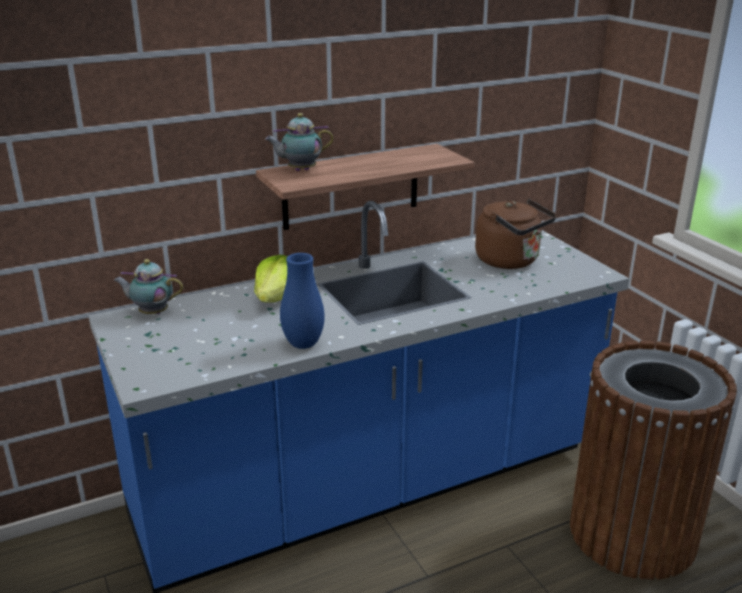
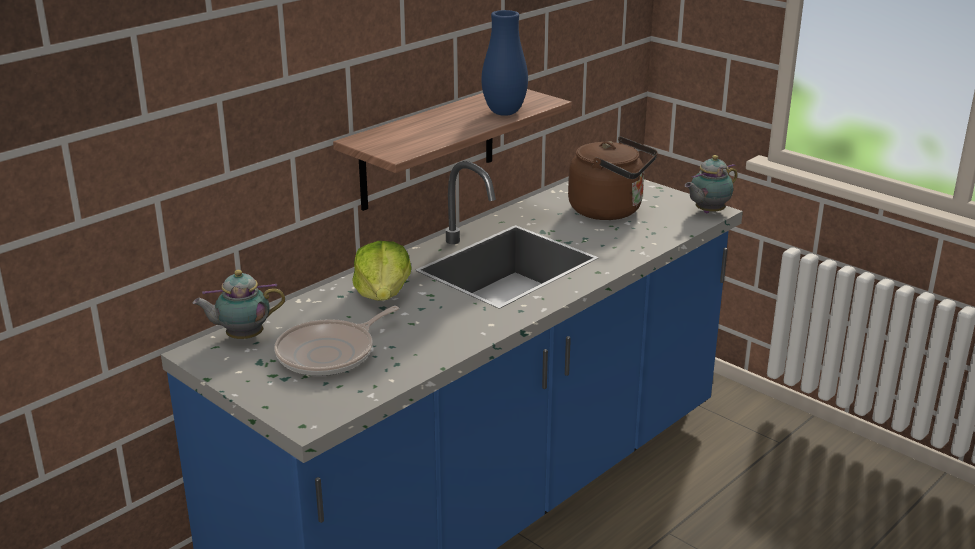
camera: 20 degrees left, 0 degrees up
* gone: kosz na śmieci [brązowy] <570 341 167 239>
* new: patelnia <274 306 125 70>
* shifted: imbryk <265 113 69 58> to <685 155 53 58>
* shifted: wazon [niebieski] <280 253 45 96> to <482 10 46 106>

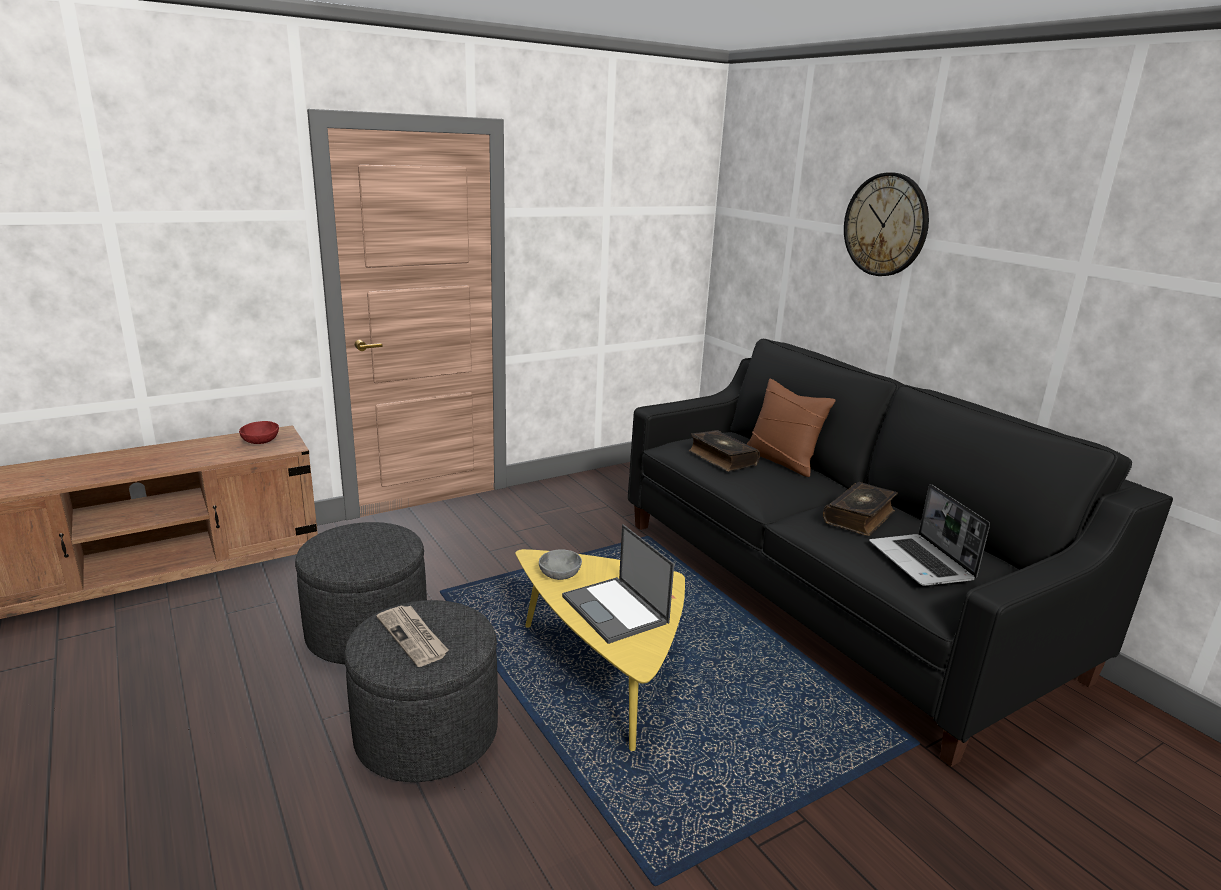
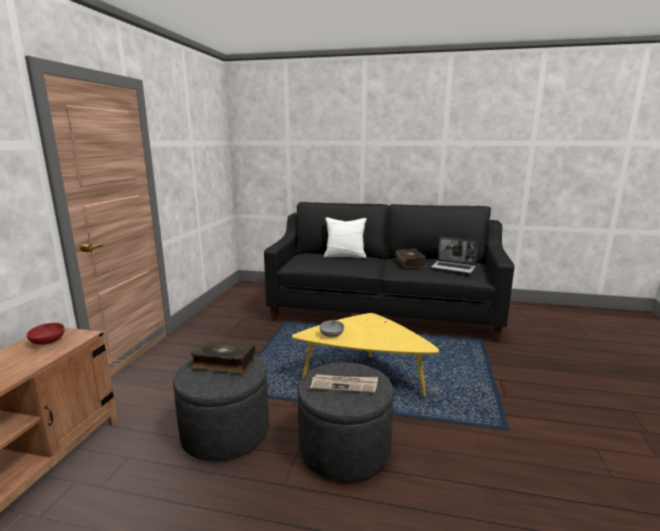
camera: 45 degrees left, 5 degrees down
* gone: laptop <562 524 112 120>
* gone: zegar ścienny <844 173 85 103>
* shifted: książka <689 430 71 42> to <191 341 64 33>
* repainted: poduszka [brązowy] <746 379 90 98> to poduszka [biały] <324 217 43 41>

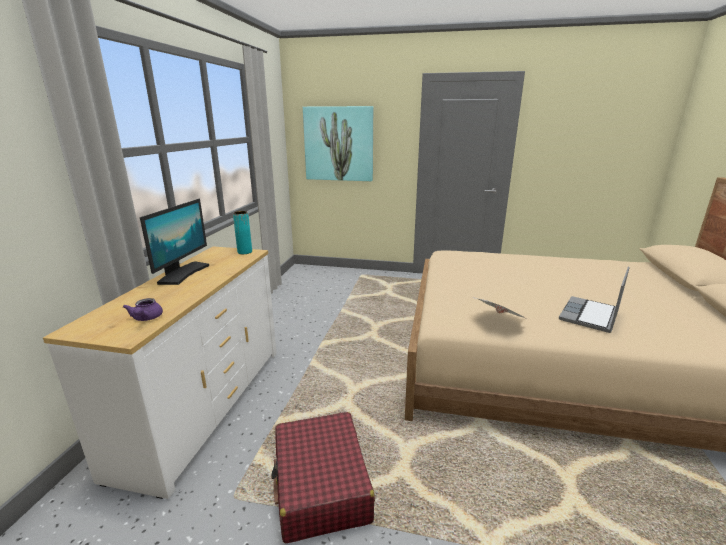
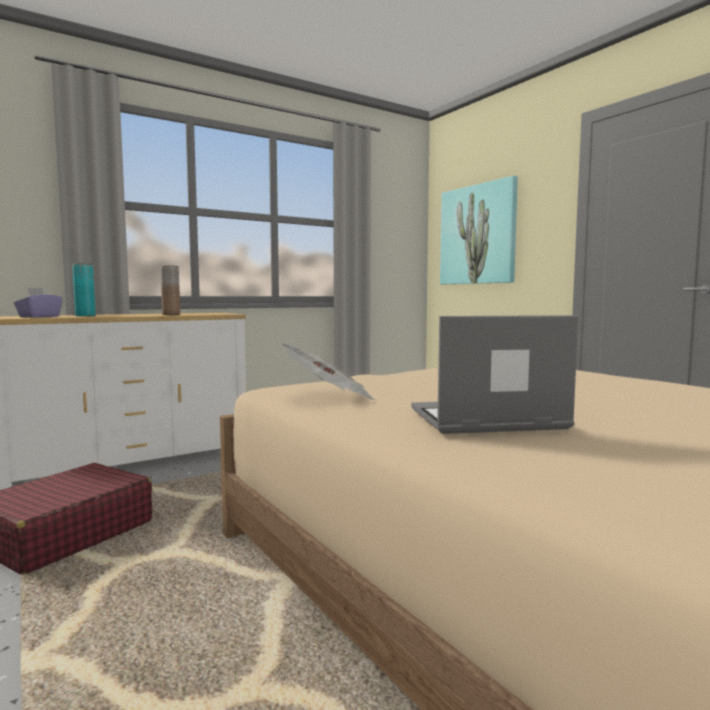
camera: 45 degrees right, 15 degrees down
* gone: monitor <140 199 69 86>
* new: wazon [brązowy] <160 266 20 49>
* shifted: wazon [turkusowy] <233 211 19 43> to <72 264 24 52>
* swapped: imbryk [fioletowy] <123 298 40 23> to pudełko chusteczek [fioletowy] <14 288 48 30>

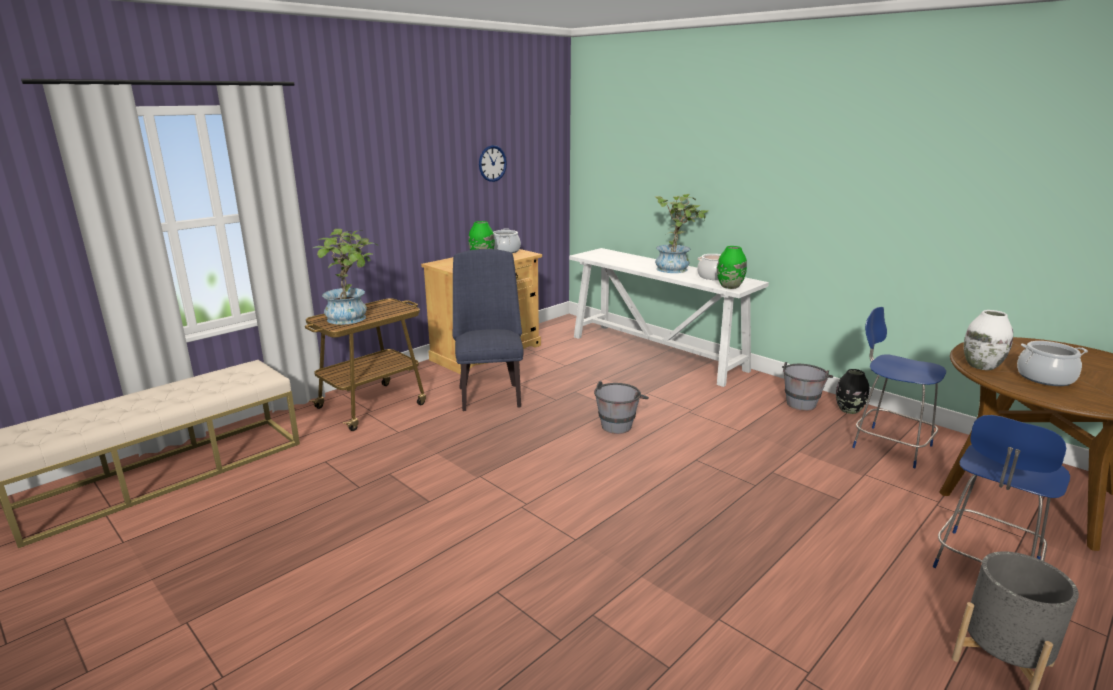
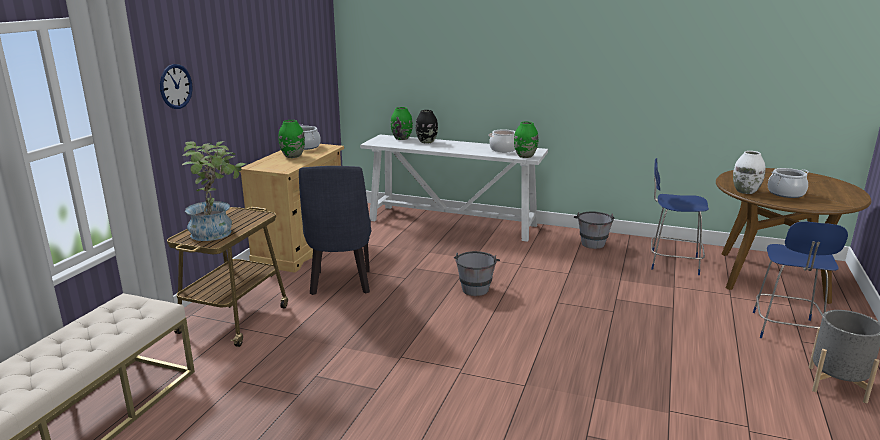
camera: 25 degrees left, 0 degrees up
* gone: roślina doniczkowa <654 194 55 79>
* new: wazon [zielony] <391 107 22 33>
* shifted: zegar ścienny <479 145 28 37> to <160 64 32 45>
* shifted: wazon [czarny] <836 369 33 45> to <415 110 23 33>
* rotated: krzesło [niebieski] <452 249 72 162> = <299 166 73 129> 150 degrees counterclockwise

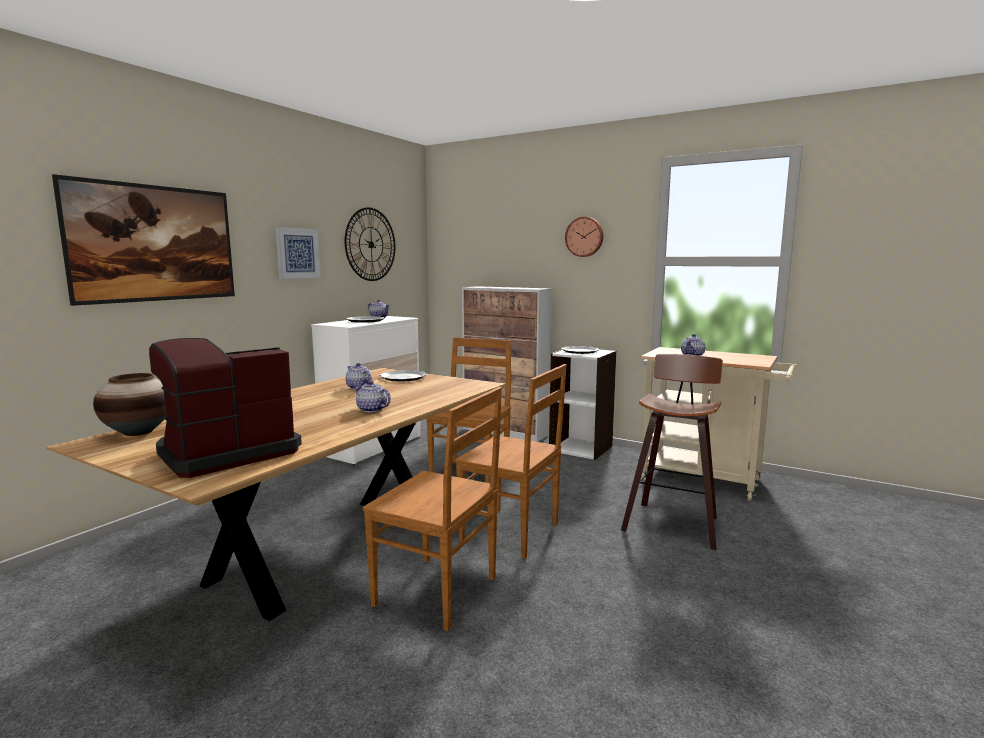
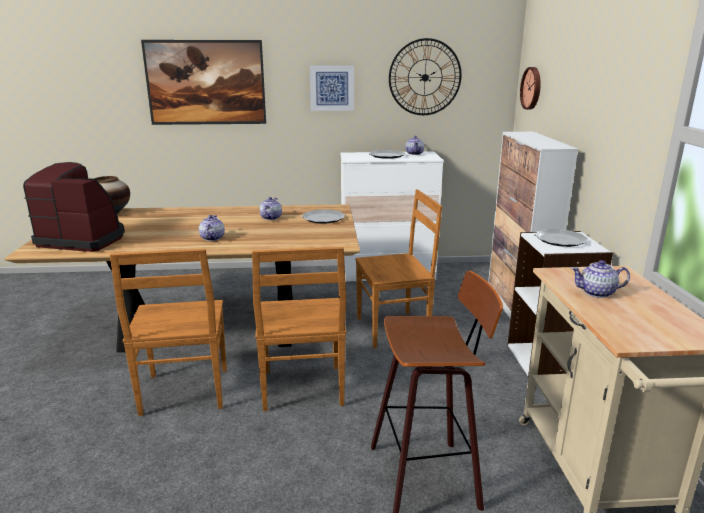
camera: 55 degrees right, 10 degrees up
* shifted: zegar ścienny <565 217 38 40> to <520 67 21 43>

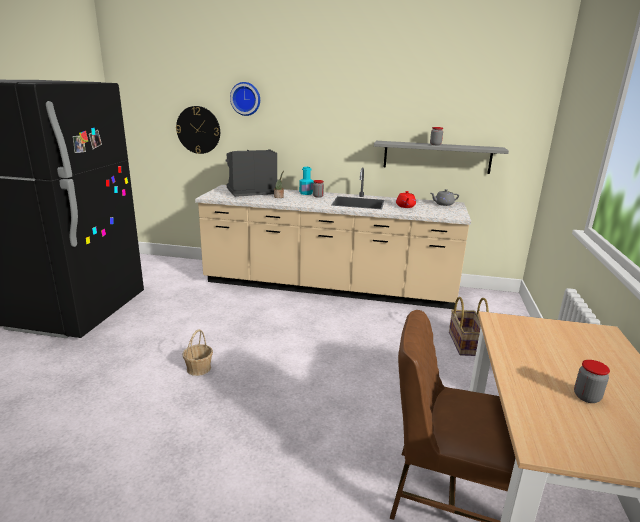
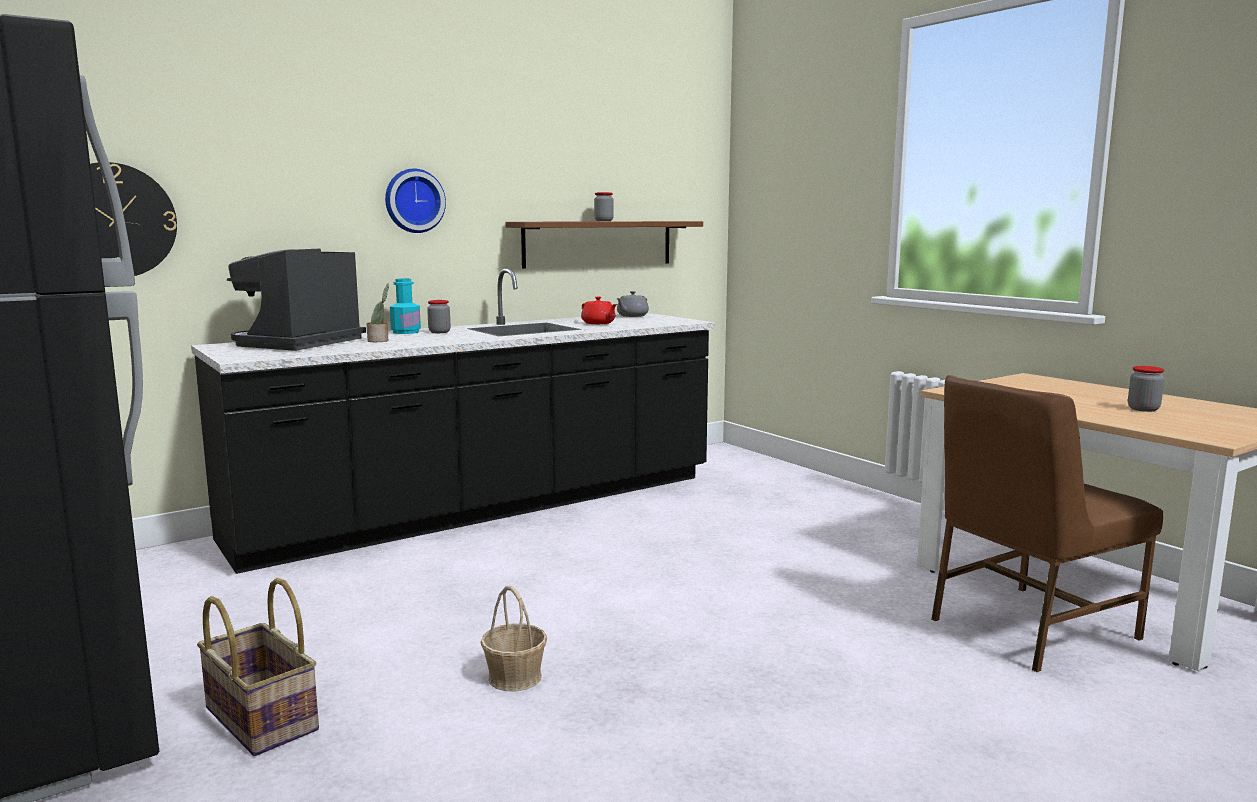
camera: 45 degrees left, 10 degrees down
* shifted: zegar ścienny <230 82 30 34> to <385 169 61 64>
* shifted: koszyk <449 297 40 59> to <197 578 122 178>
* repainted: zabudowa kuchenna [beżowy] <195 168 276 141> to zabudowa kuchenna [czarny] <191 268 524 306>
* repainted: półka [szary] <374 141 135 33> to półka [brązowy] <505 221 198 48>

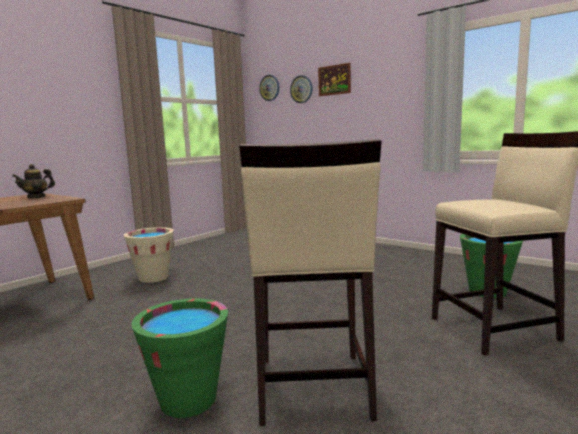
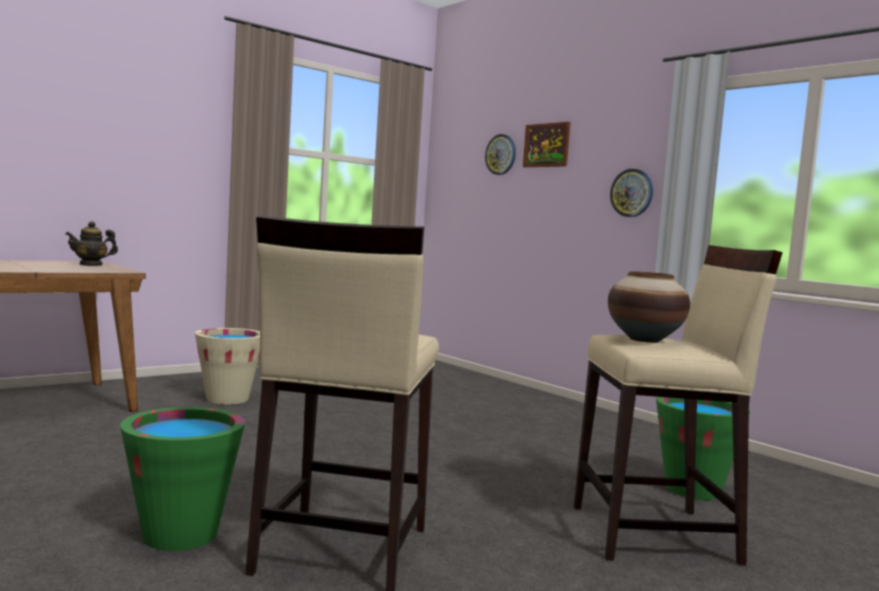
camera: 10 degrees right, 5 degrees down
* new: wazon <608 271 82 72>
* shifted: zegar ścienny <259 75 20 26> to <610 169 43 48>

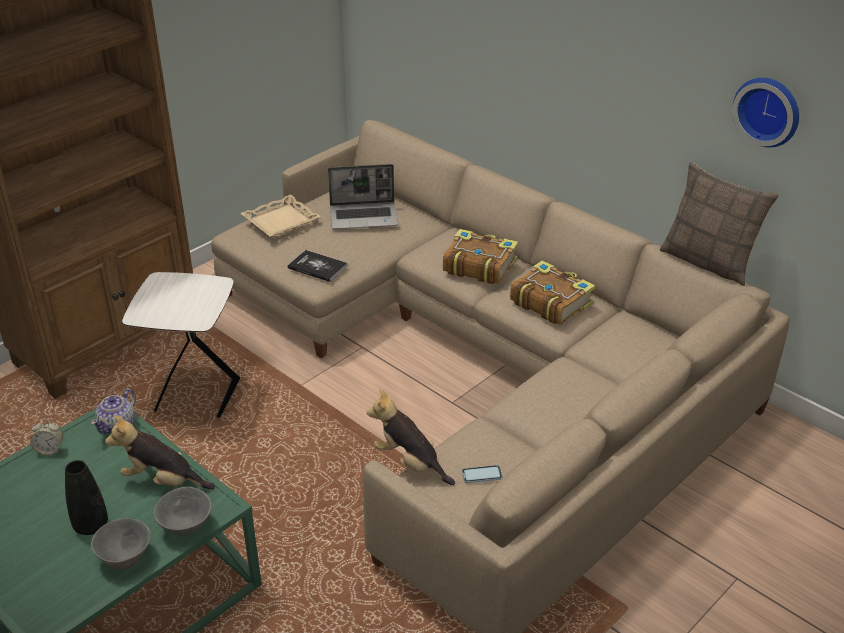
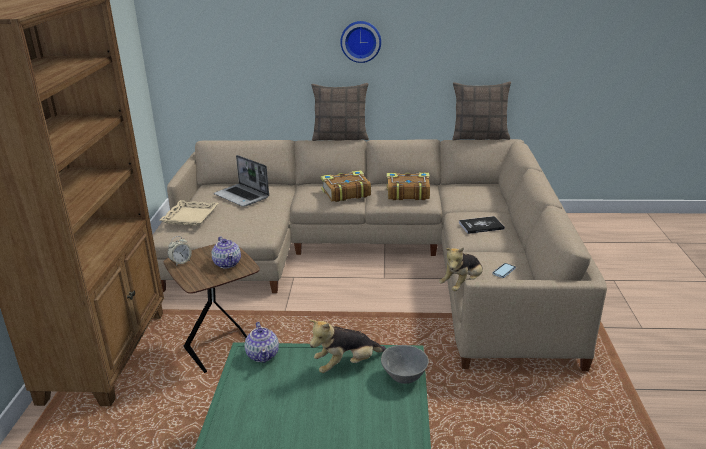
camera: 40 degrees left, 10 degrees down
* gone: wazon [czarny] <65 460 43 75>
* gone: miska [szary] <91 518 60 52>
* new: imbryk <212 237 29 31>
* new: poduszka <311 83 58 58>
* shifted: budzik <30 419 33 36> to <168 236 24 30>
* shifted: książka <288 250 59 32> to <459 216 46 18>
* shifted: zegar ścienny <732 78 67 69> to <341 21 40 42>
* repainted: stolik [biały] <122 272 118 146> to stolik [brązowy] <164 244 96 129>
* rotated: laptop <328 164 70 65> = <214 155 55 52> 90 degrees clockwise
* rotated: pluszak <367 389 88 96> = <439 247 44 44> 45 degrees counterclockwise

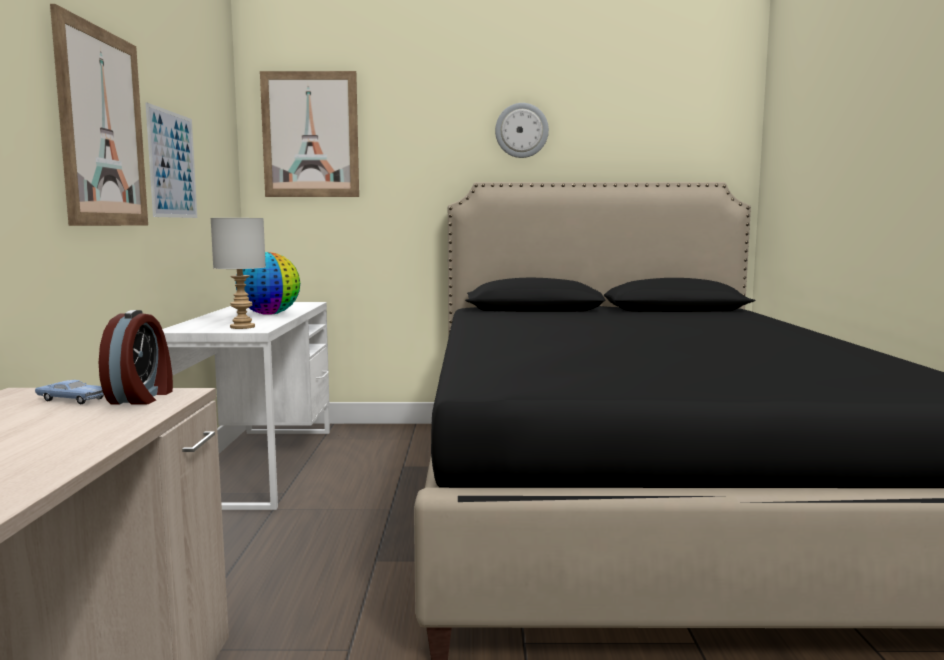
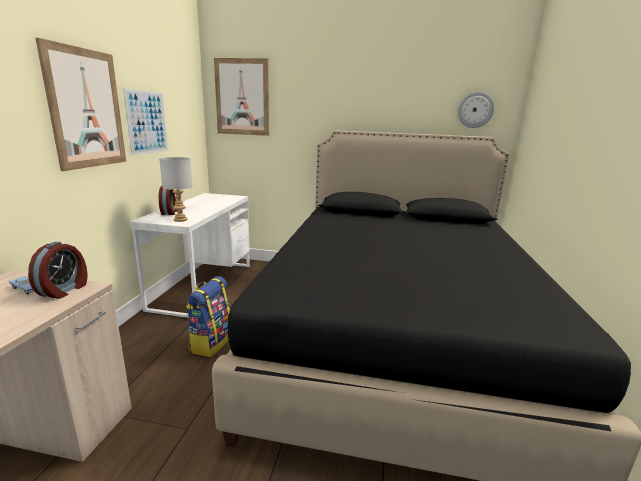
camera: 10 degrees right, 10 degrees up
* gone: globus <235 252 65 63>
* new: budzik <159 186 18 29>
* new: plecak <186 276 44 81>
* shifted: zegar ścienny <495 103 54 55> to <458 91 36 37>

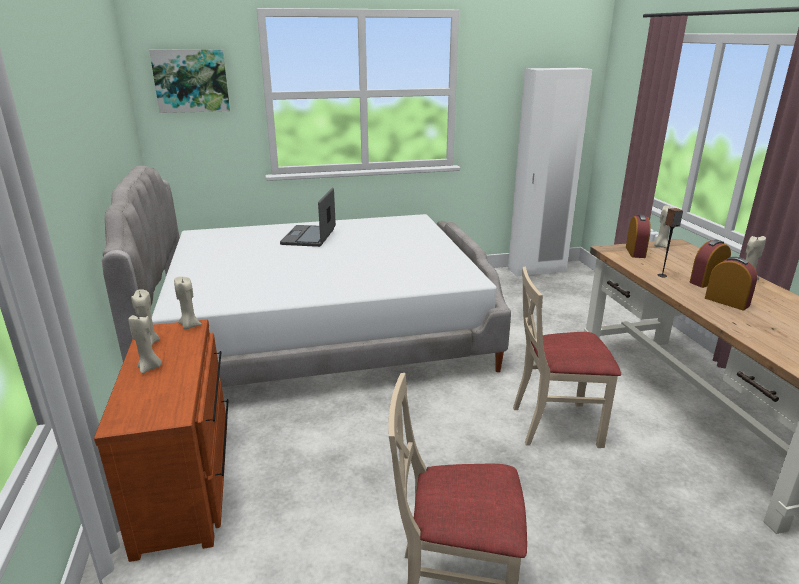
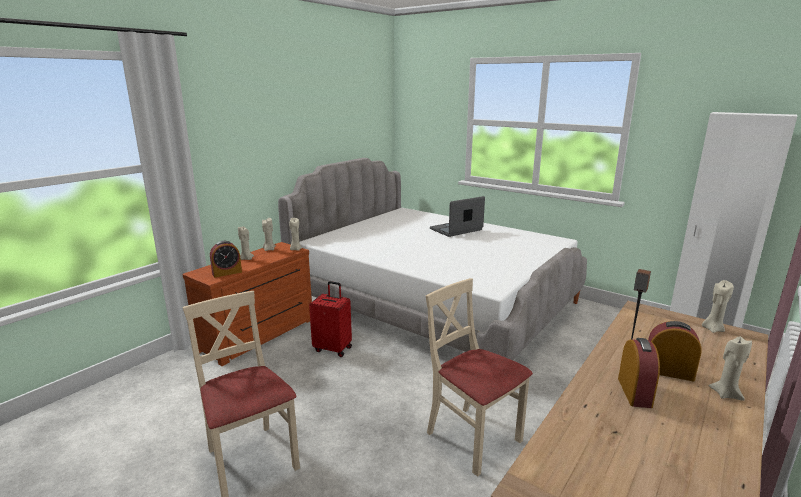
camera: 50 degrees right, 5 degrees down
* gone: obraz <149 49 81 64>
* new: walizka [czerwony] <309 281 43 76>
* shifted: budzik <626 215 25 43> to <210 241 32 37>

